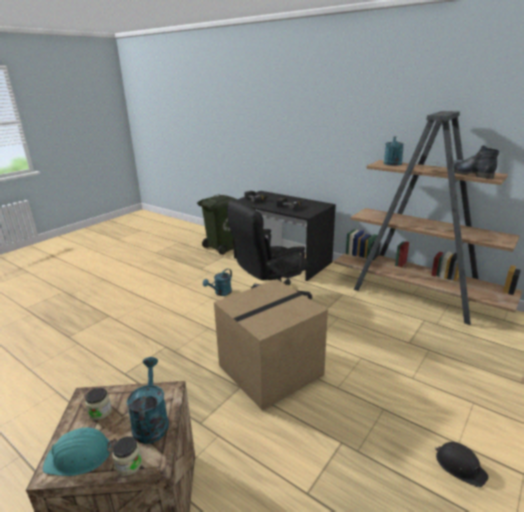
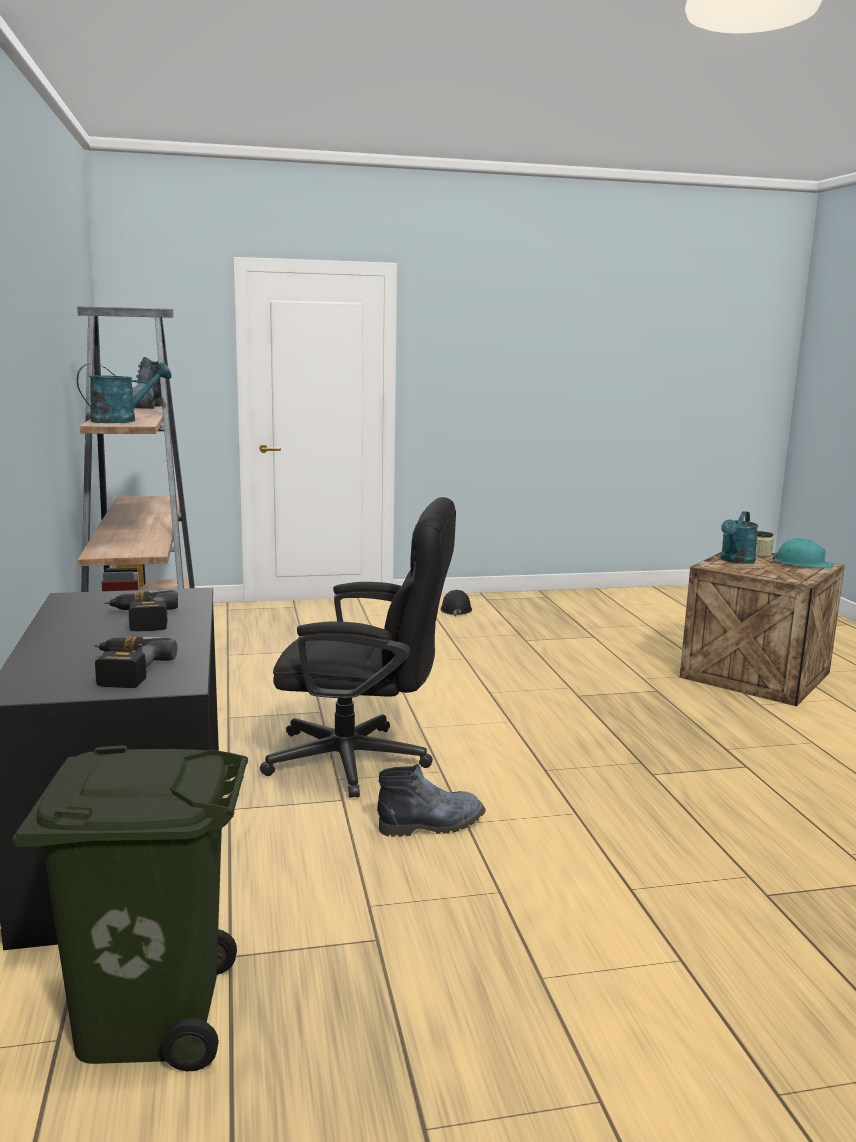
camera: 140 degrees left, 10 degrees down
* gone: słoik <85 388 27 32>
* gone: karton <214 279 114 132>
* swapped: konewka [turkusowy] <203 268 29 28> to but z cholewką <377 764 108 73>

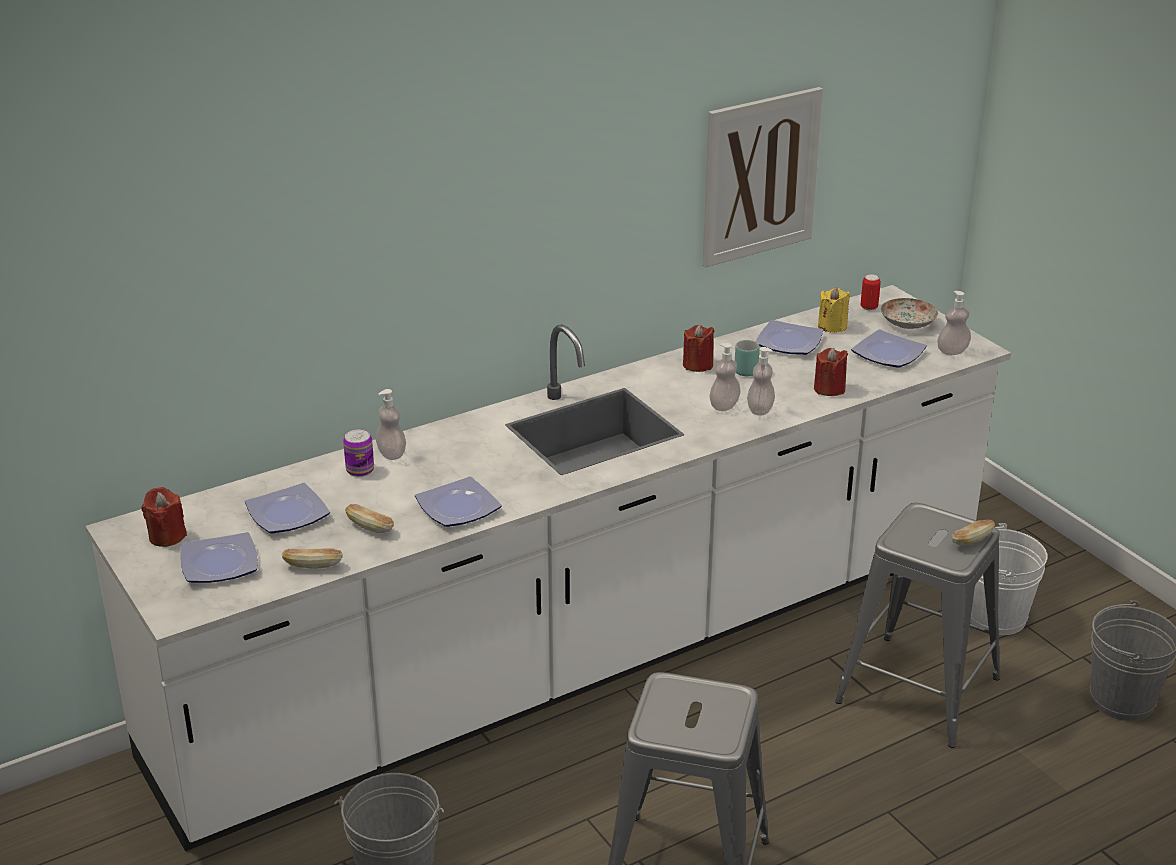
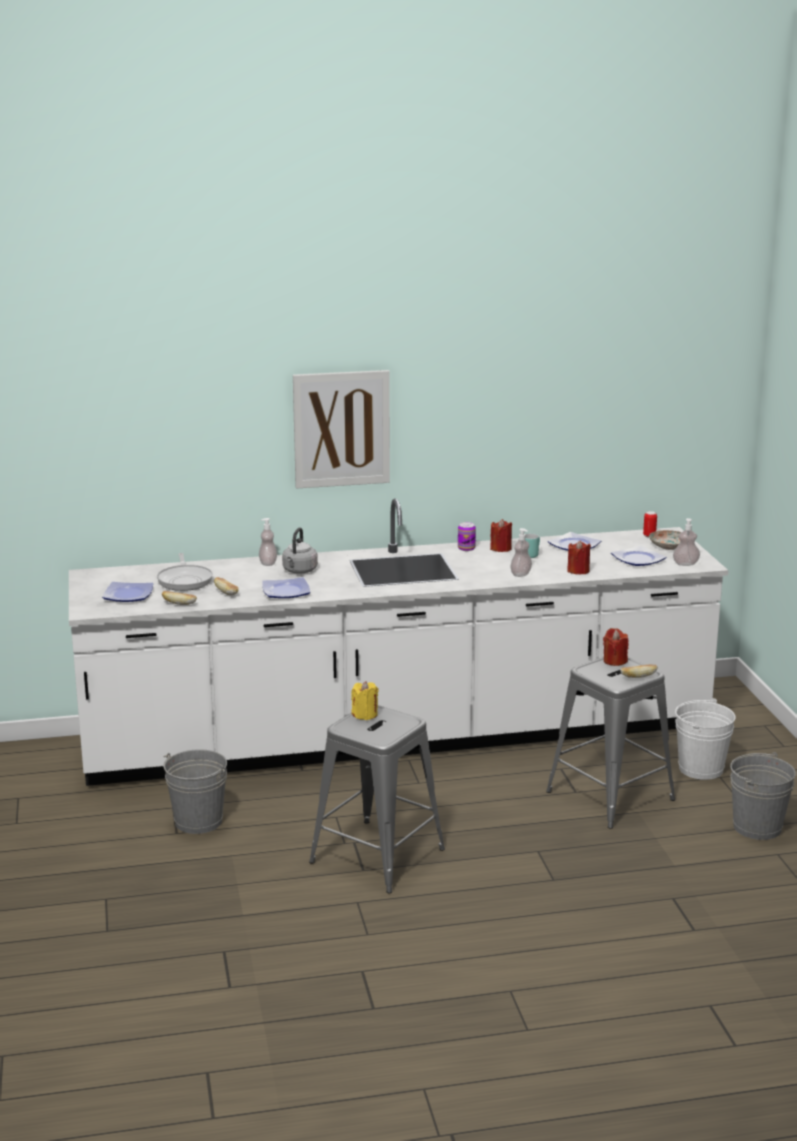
camera: 20 degrees right, 10 degrees down
* gone: dozownik mydła <709 343 32 68>
* new: czajnik [szary] <282 528 36 46>
* shifted: świeca [czerwony] <141 487 46 60> to <603 628 25 38>
* shifted: puszka <343 430 31 47> to <458 522 18 29>
* shifted: obraz <703 87 120 180> to <293 370 97 119>
* shifted: świeca [żółty] <818 287 32 46> to <351 681 28 39>
* swapped: talerz <245 483 85 50> to patelnia <157 553 56 38>

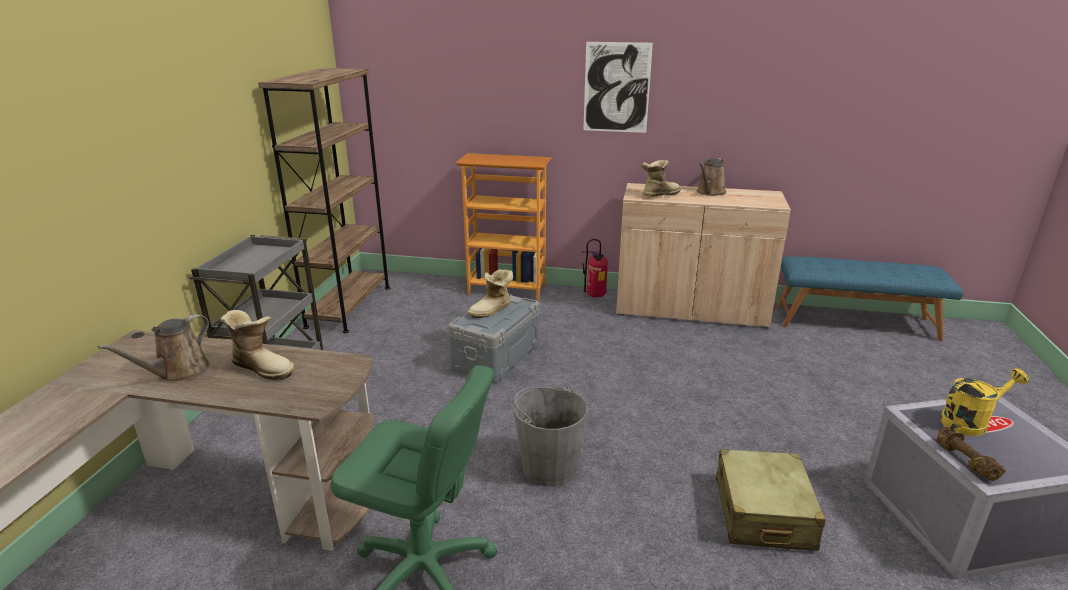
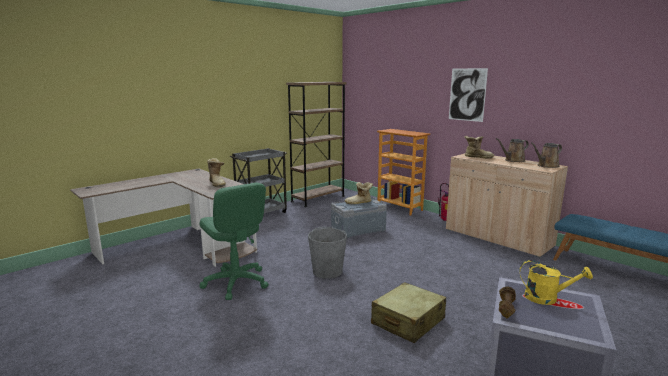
camera: 35 degrees right, 10 degrees down
* shifted: konewka [brązowy] <98 314 112 68> to <531 142 31 26>

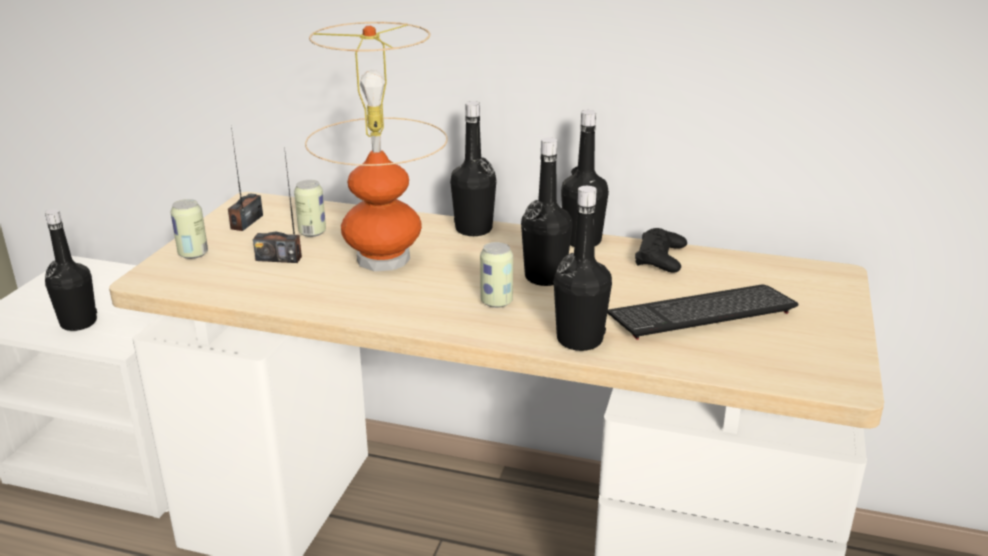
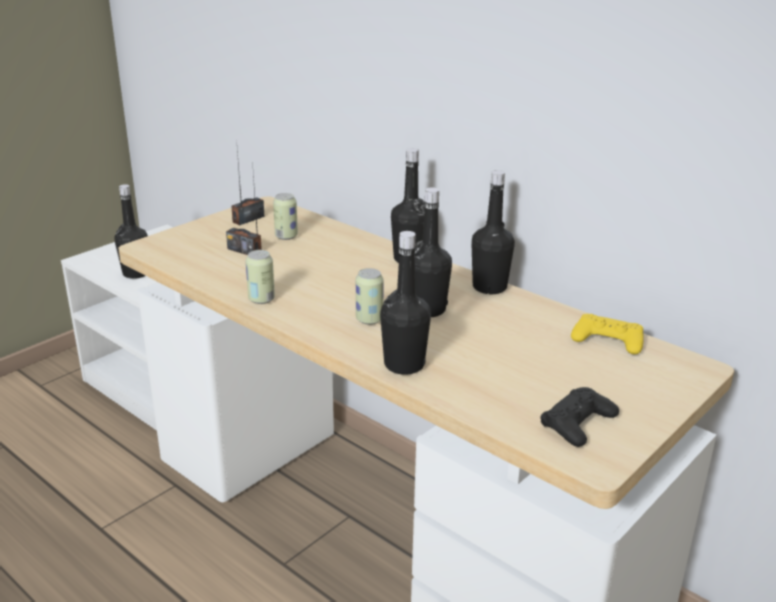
camera: 25 degrees right, 0 degrees up
* gone: lampa stołowa <305 22 143 250>
* gone: klawiatura <607 284 191 56>
* new: pad do gier [żółty] <571 314 73 41>
* shifted: puszka <170 199 38 60> to <246 250 29 54>
* shifted: pad do gier [czarny] <635 228 52 44> to <540 387 79 60>

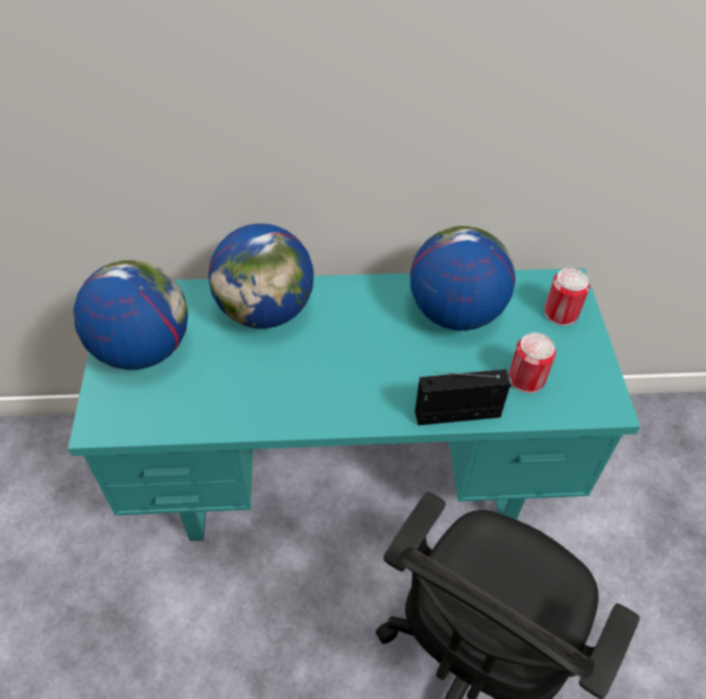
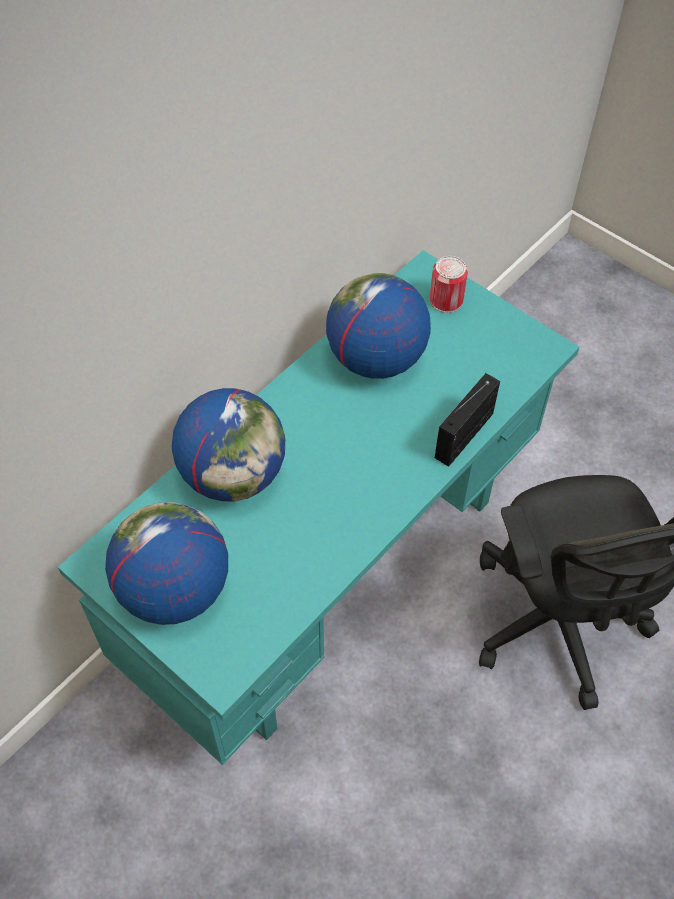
camera: 45 degrees left, 5 degrees up
* gone: puszka <509 333 47 60>

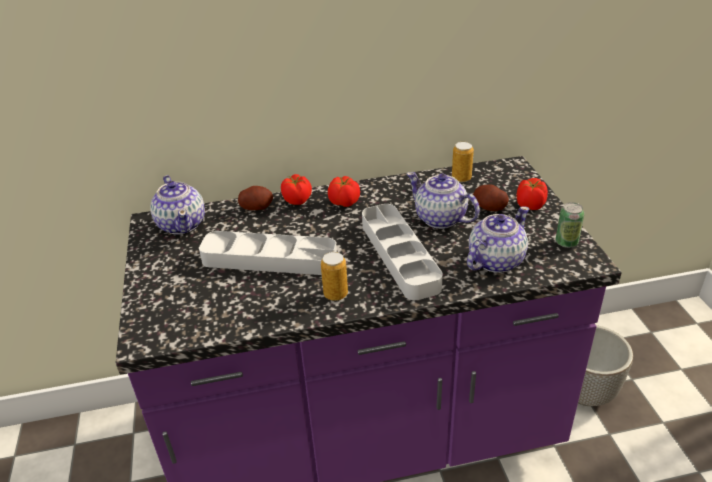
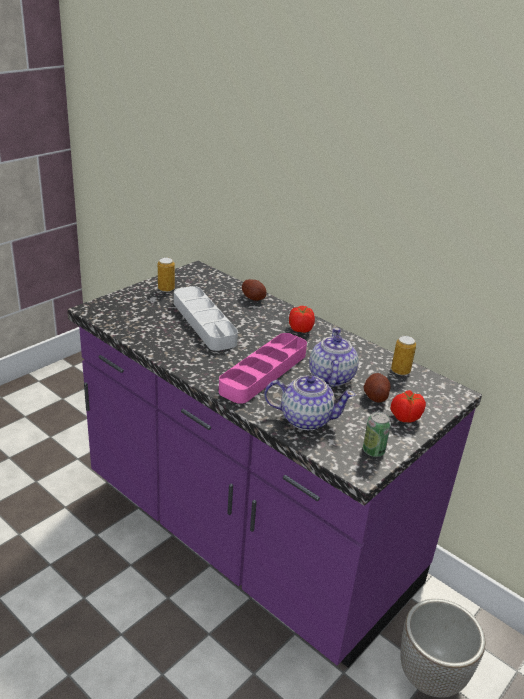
camera: 50 degrees right, 5 degrees down
* gone: imbryk <151 175 54 59>
* gone: pomidor <281 174 31 31>
* shifted: puszka <321 252 27 49> to <158 257 17 35>
* repainted: taca [szary] <362 204 81 96> to taca [różowy] <219 333 88 71>

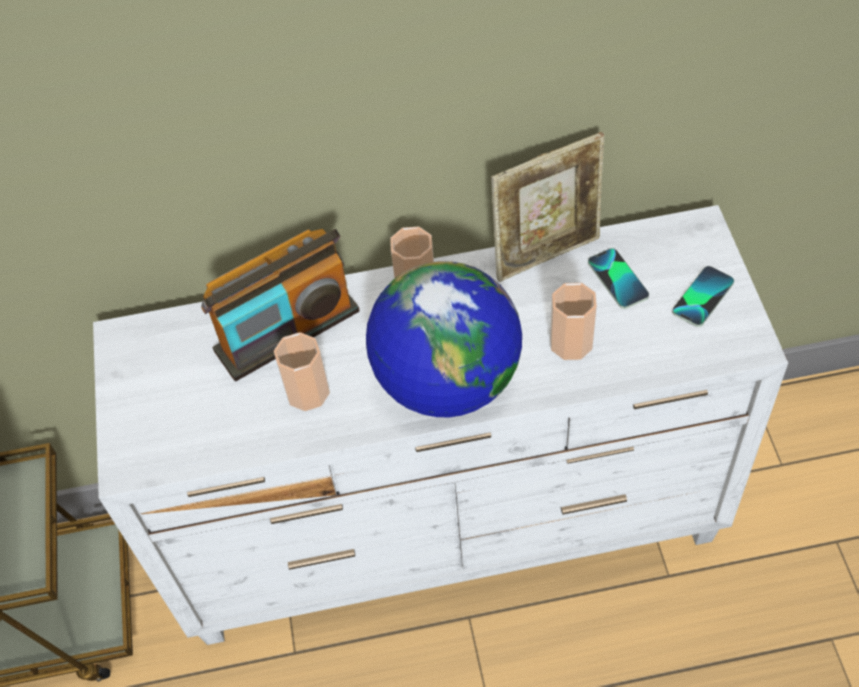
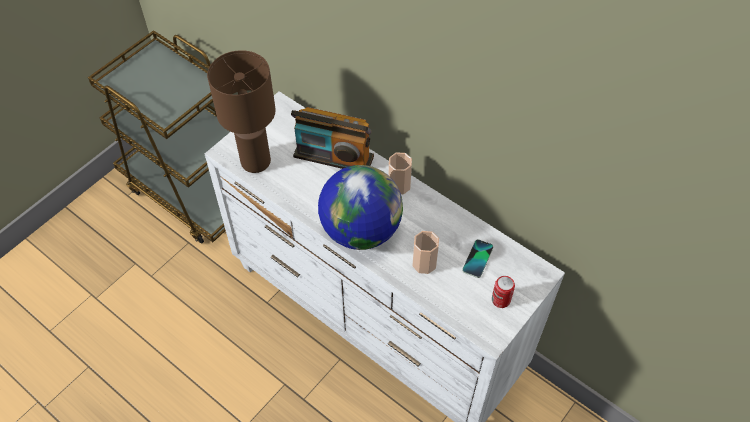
camera: 45 degrees right, 0 degrees up
* gone: filiżanka <274 332 56 79>
* gone: ramka na zdjęcie <491 132 114 150>
* new: lampa stołowa [brązowy] <207 50 69 123>
* swapped: telefon <672 266 62 61> to puszka <492 276 23 32>

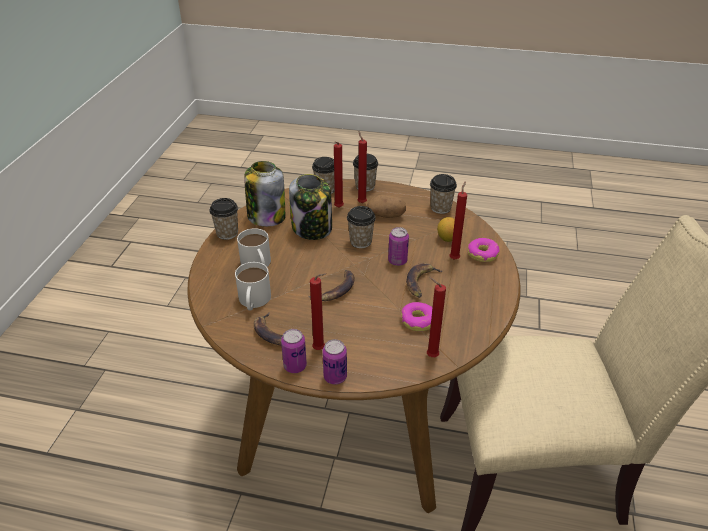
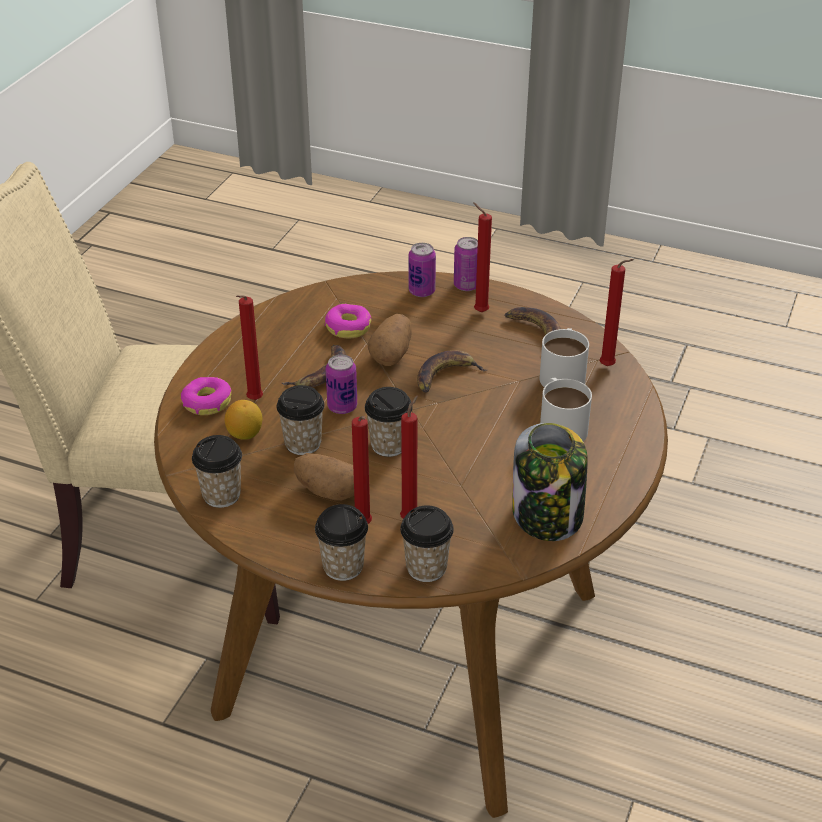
camera: 170 degrees left, 0 degrees up
* gone: słoik <289 174 43 66>
* new: ziemniak <368 314 43 52>
* shifted: filiżanka <209 198 29 42> to <277 385 48 70>
* shifted: puszka <281 329 26 44> to <409 243 27 54>
* shifted: świeca [czerwony] <427 277 19 80> to <600 259 34 107>

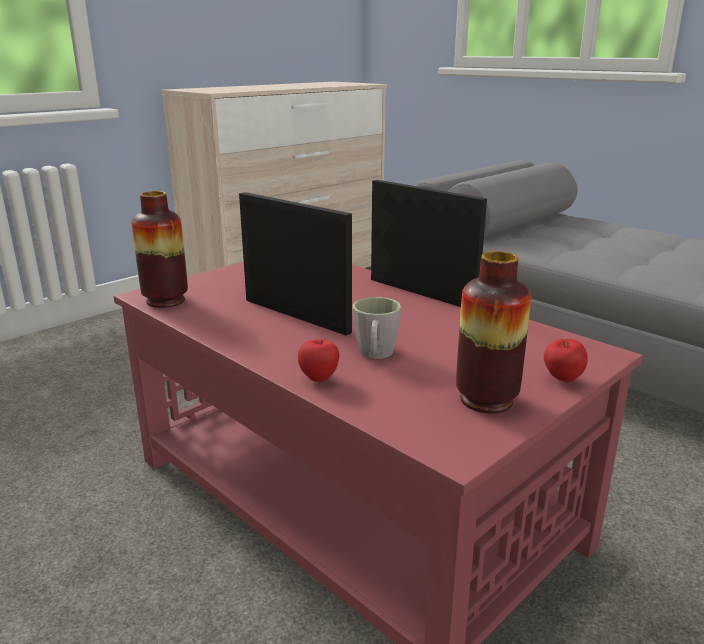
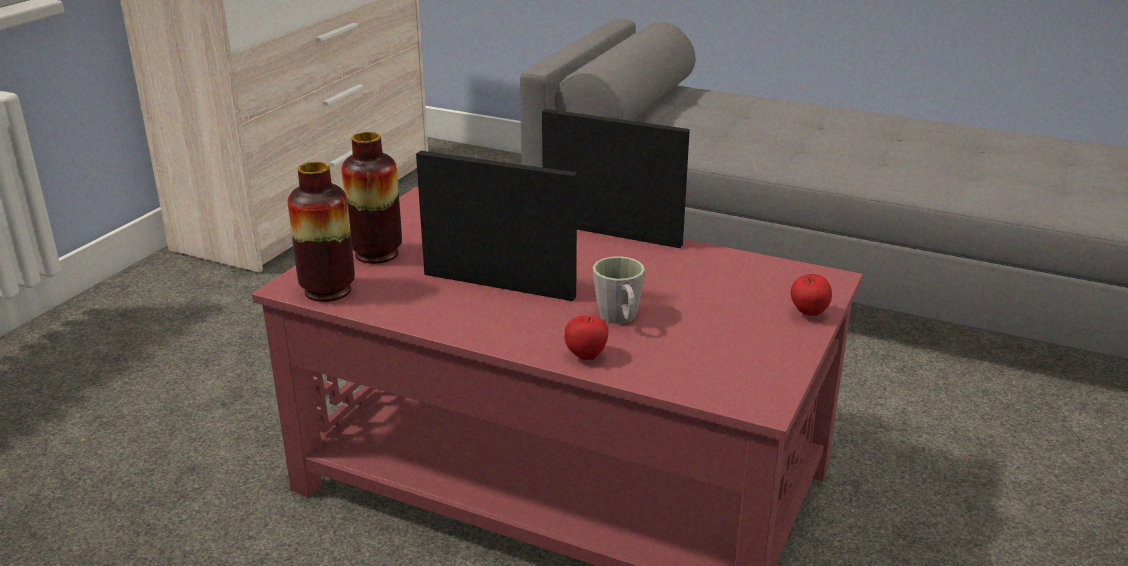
camera: 20 degrees left, 5 degrees up
* shifted: wazon <456 251 75 162> to <341 132 61 132>

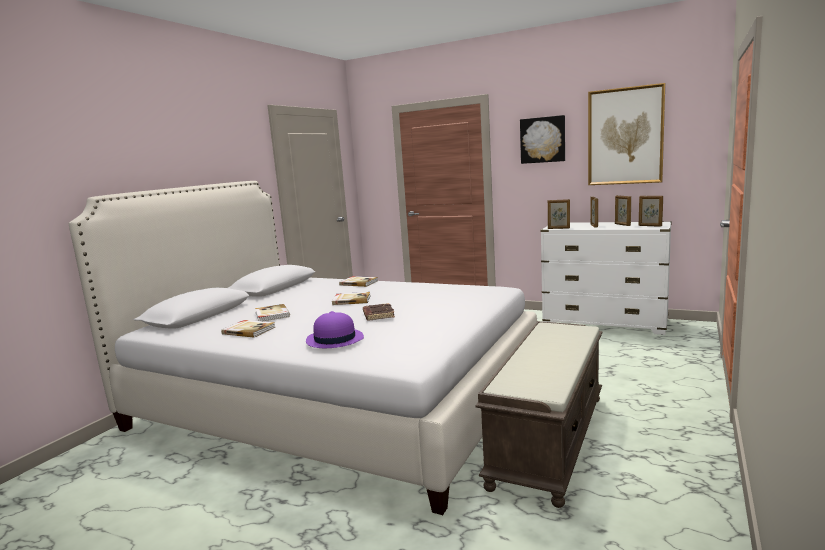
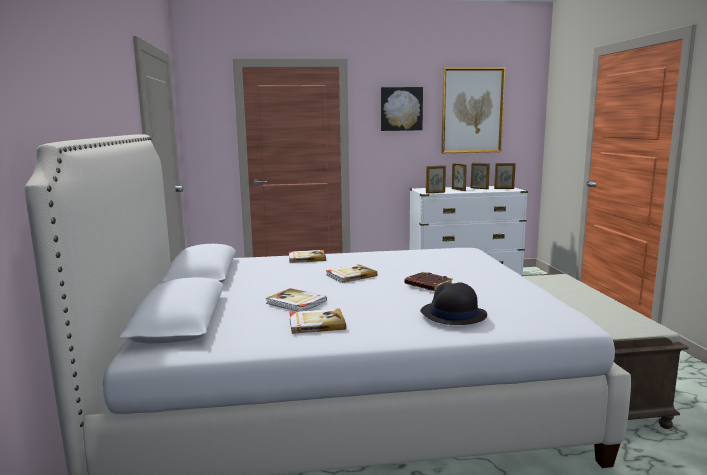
camera: 35 degrees left, 0 degrees up
* repainted: kapelusz [fioletowy] <306 311 58 37> to kapelusz [czarny] <420 282 67 43>

